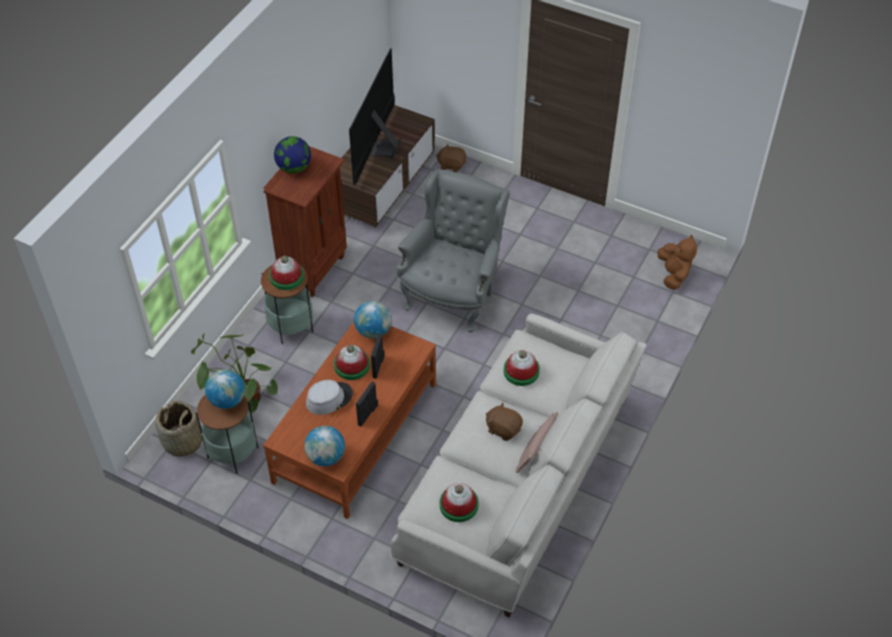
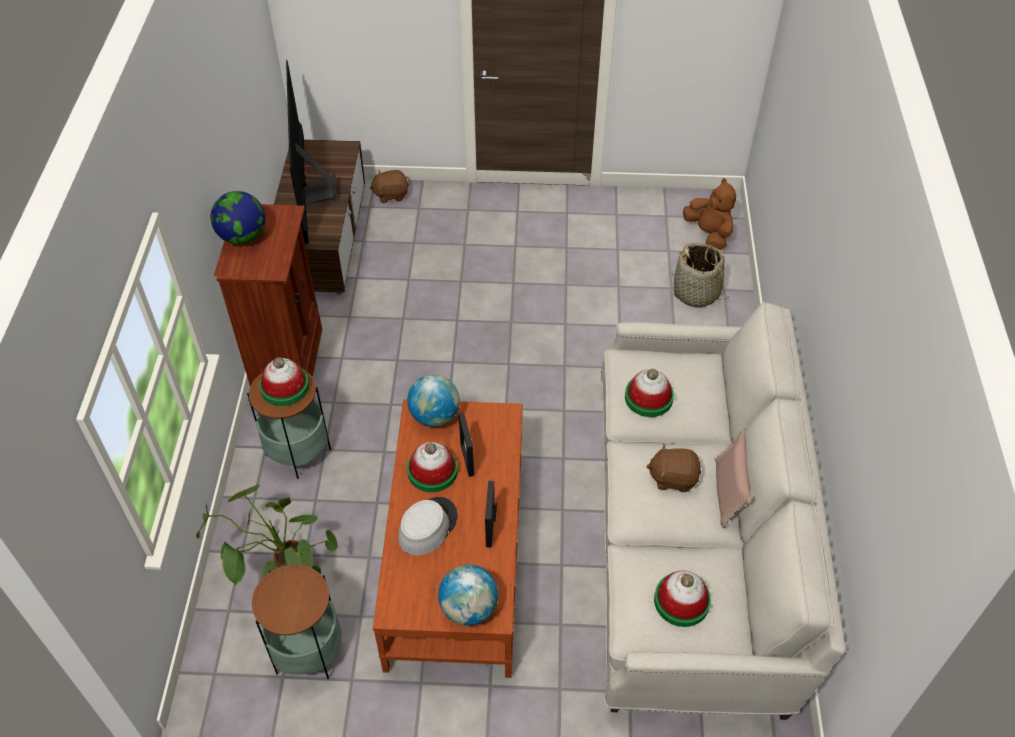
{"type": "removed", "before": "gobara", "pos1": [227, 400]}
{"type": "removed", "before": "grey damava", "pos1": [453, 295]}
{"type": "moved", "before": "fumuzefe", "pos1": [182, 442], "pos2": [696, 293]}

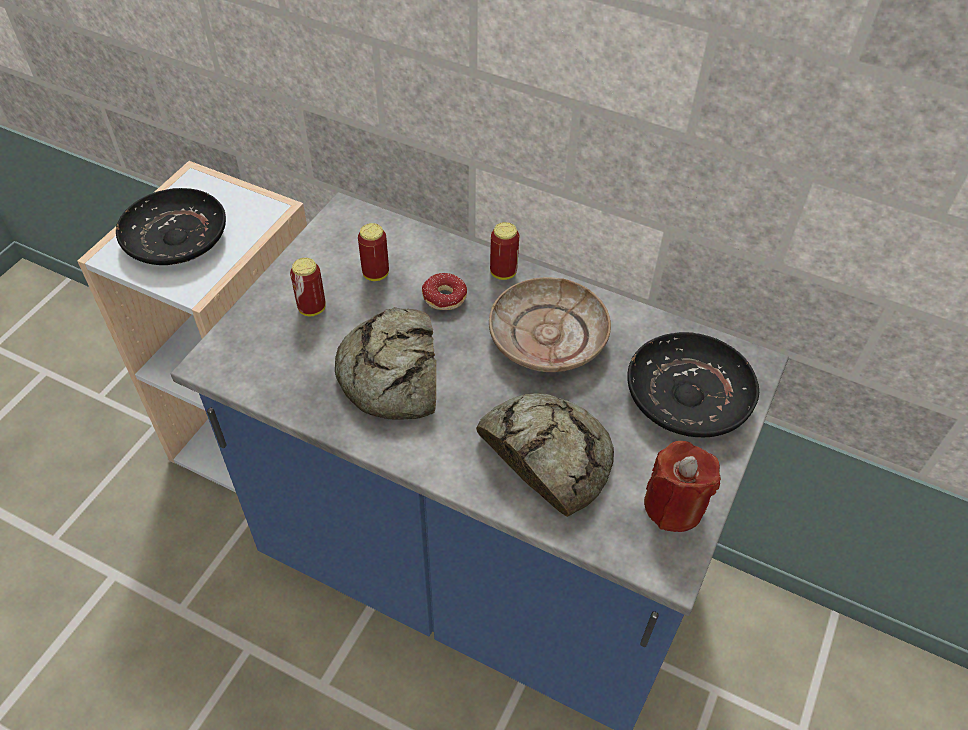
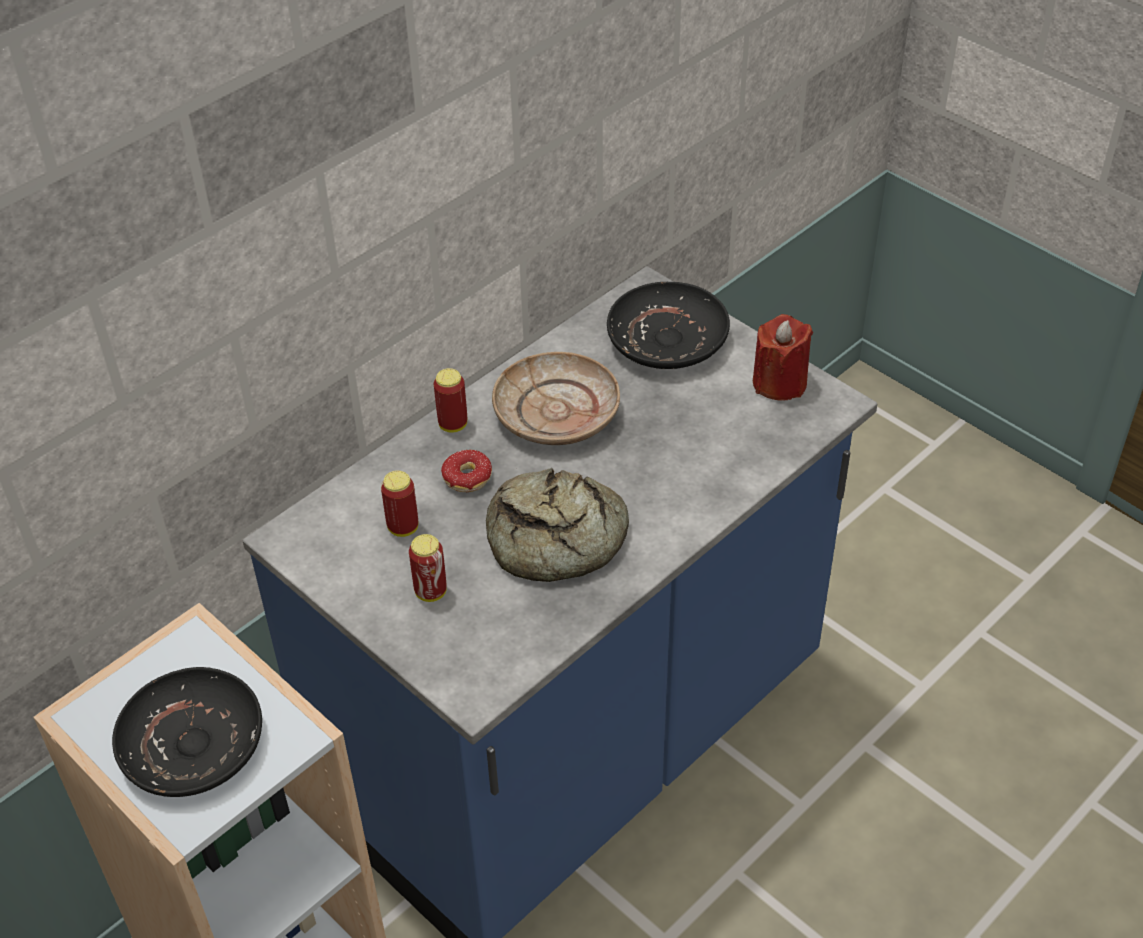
{"type": "removed", "before": "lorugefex", "pos1": [547, 455]}

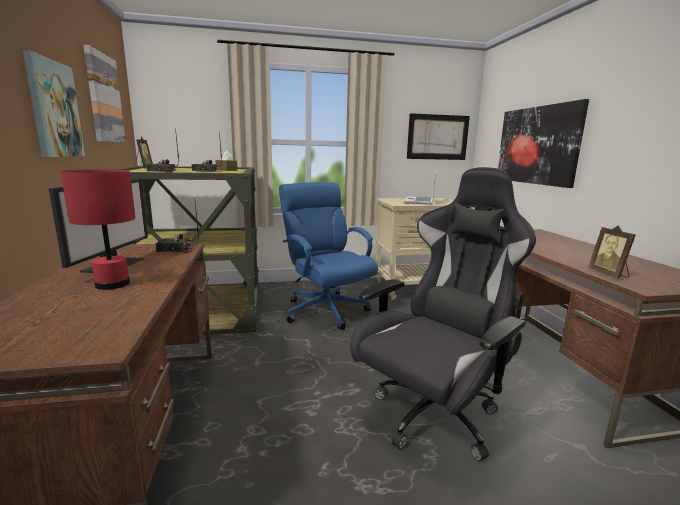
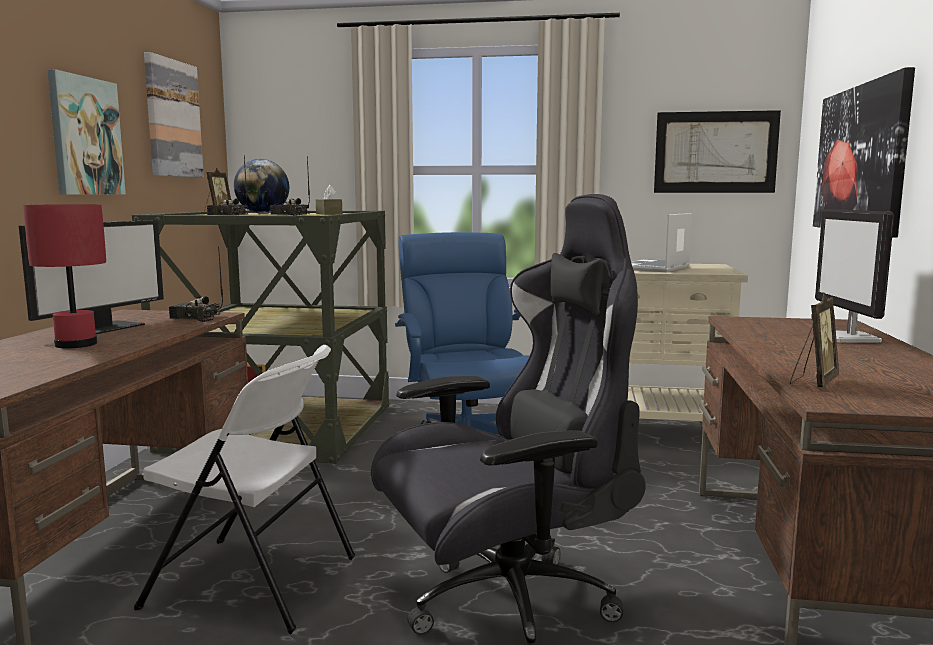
{"type": "added", "after": "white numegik", "pos2": [252, 582]}
{"type": "added", "after": "gobara", "pos2": [263, 213]}
{"type": "added", "after": "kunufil", "pos2": [849, 338]}
{"type": "turned", "before": "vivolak", "pos1": [609, 274], "pos2": [813, 382], "turn": -150}

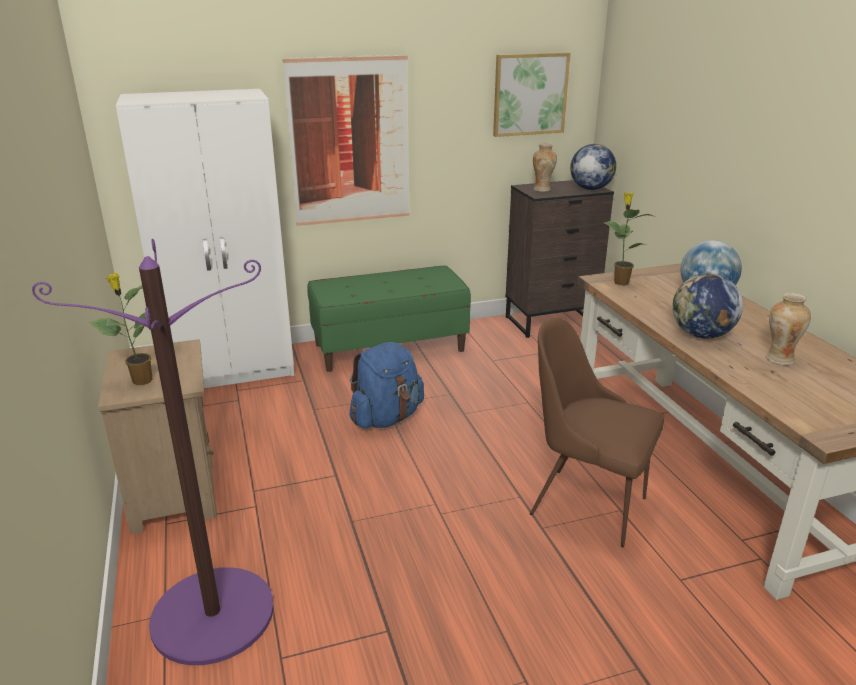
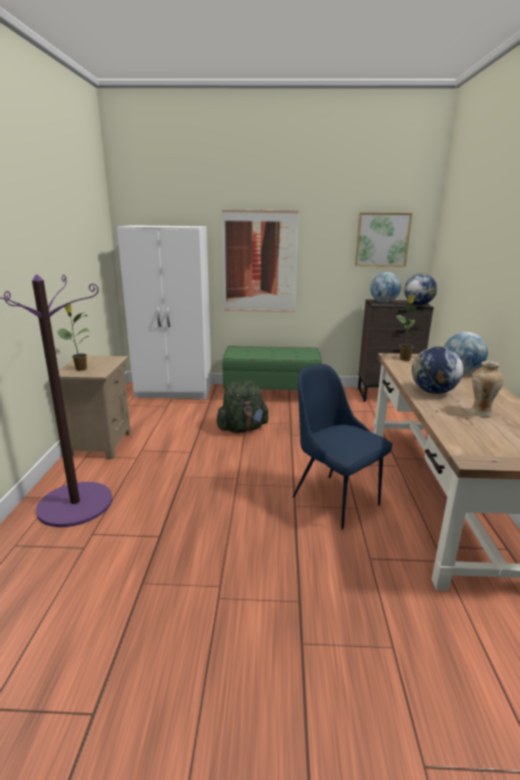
{"type": "replaced", "before": "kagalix", "after": "gobara", "pos1": [542, 189], "pos2": [383, 302]}
{"type": "recoloured", "before": "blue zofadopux", "after": "green zofadopux", "pos1": [387, 418], "pos2": [242, 429]}
{"type": "recoloured", "before": "brown numegik", "after": "blue numegik", "pos1": [587, 506], "pos2": [334, 501]}

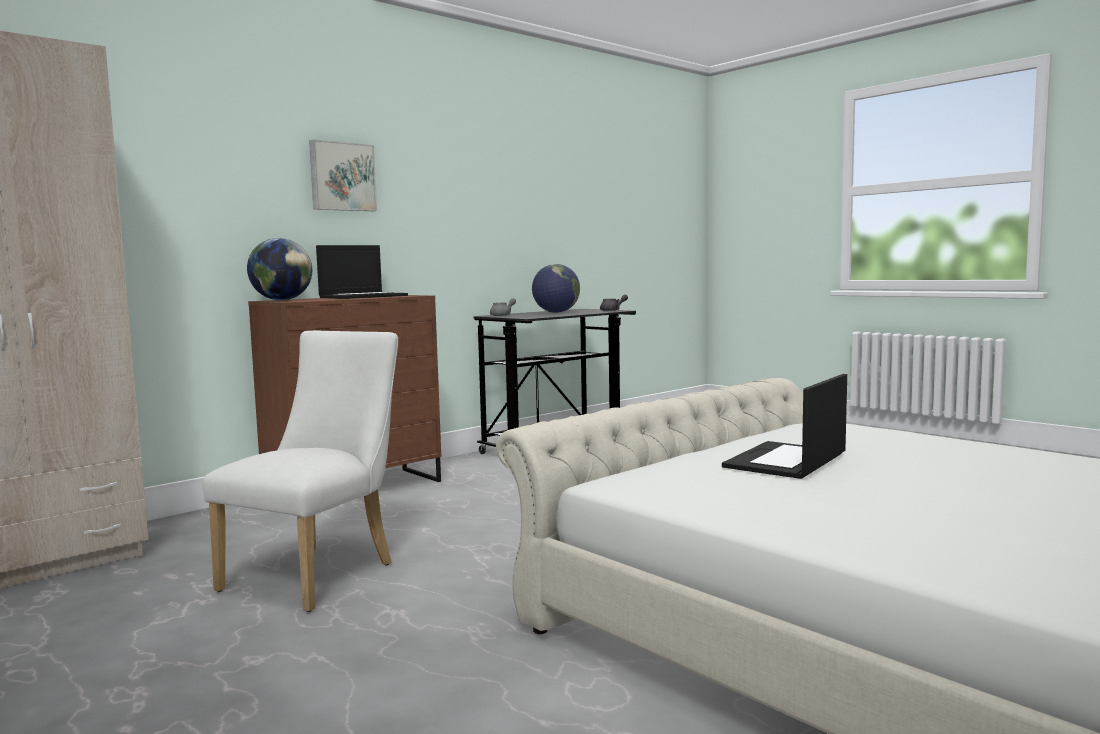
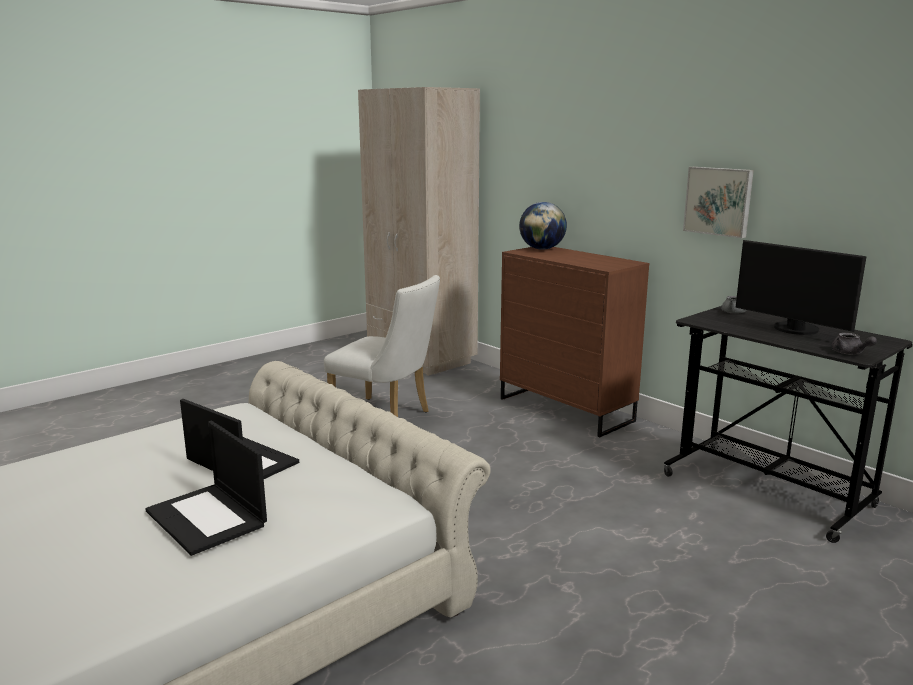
{"type": "moved", "before": "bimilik", "pos1": [342, 177], "pos2": [719, 201]}
{"type": "moved", "before": "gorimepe", "pos1": [363, 296], "pos2": [208, 518]}
{"type": "replaced", "before": "gobara", "after": "kunufil", "pos1": [556, 312], "pos2": [794, 330]}

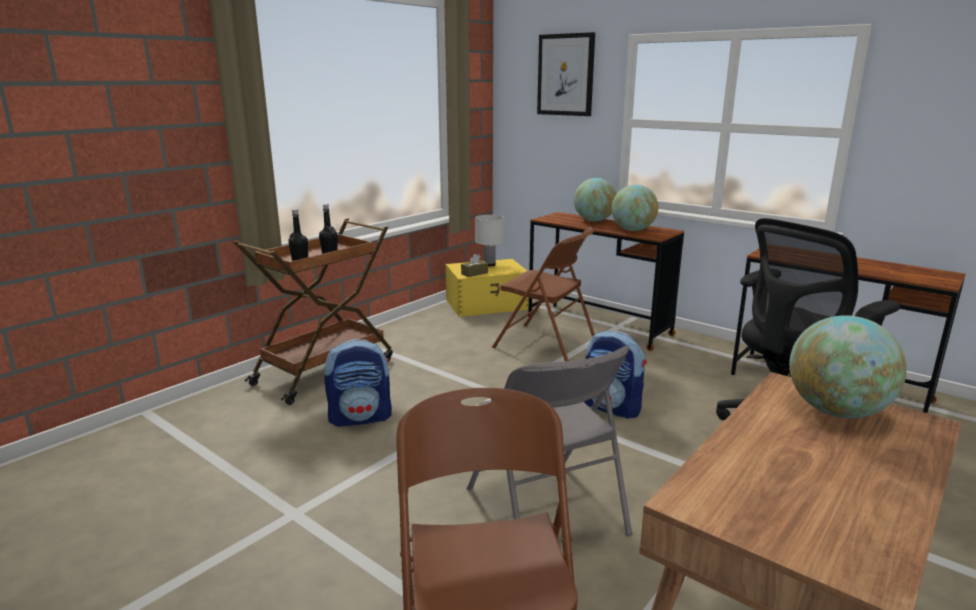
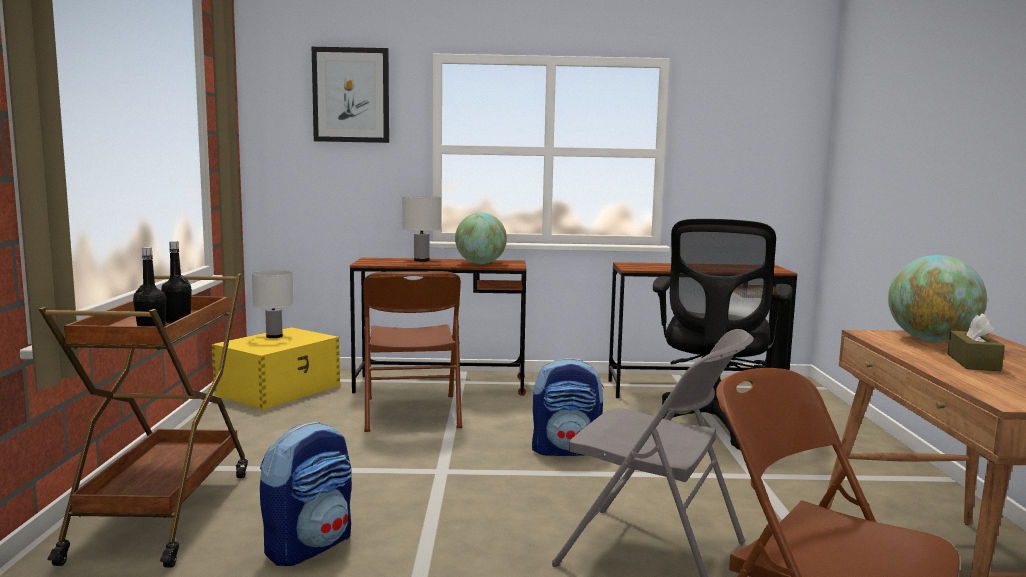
{"type": "moved", "before": "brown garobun", "pos1": [474, 273], "pos2": [973, 362]}
{"type": "replaced", "before": "gobara", "after": "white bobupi", "pos1": [594, 221], "pos2": [422, 260]}
{"type": "turned", "before": "brown numegik", "pos1": [544, 343], "pos2": [411, 413], "turn": 90}

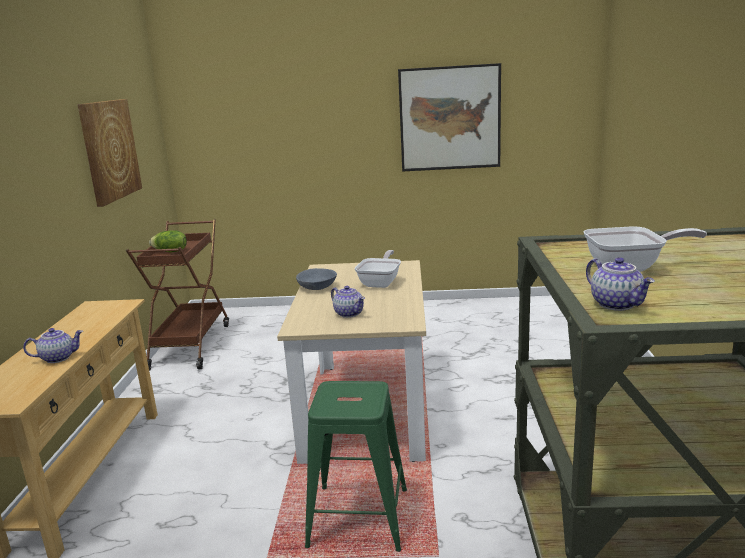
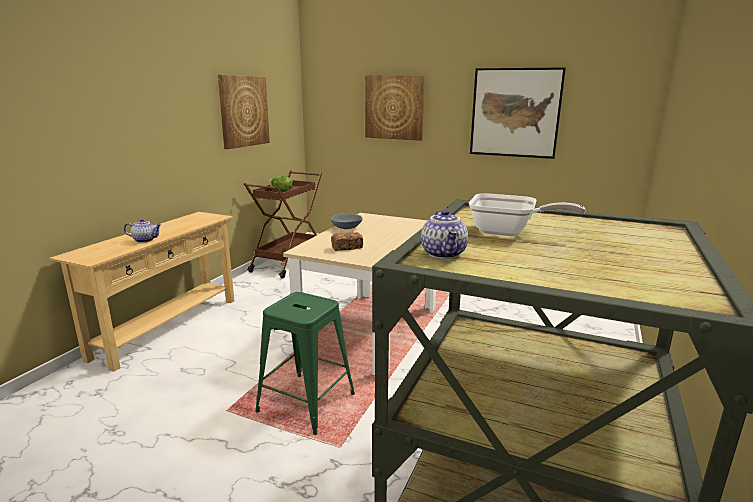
{"type": "removed", "before": "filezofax", "pos1": [381, 282]}
{"type": "added", "after": "bimilik", "pos2": [394, 107]}
{"type": "replaced", "before": "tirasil", "after": "lorugefex", "pos1": [349, 313], "pos2": [347, 248]}

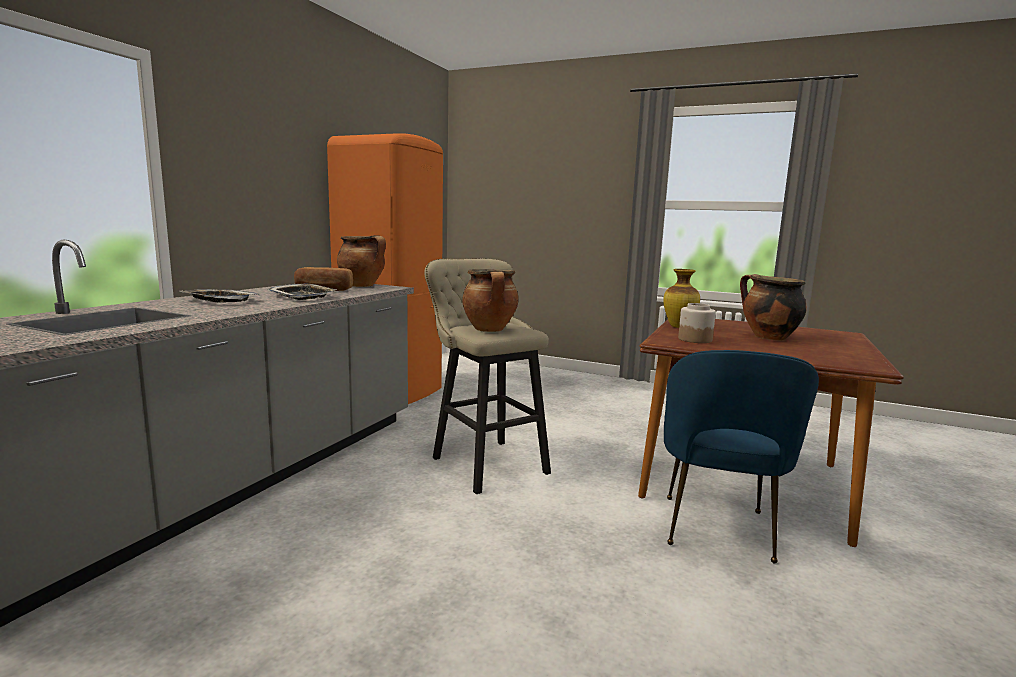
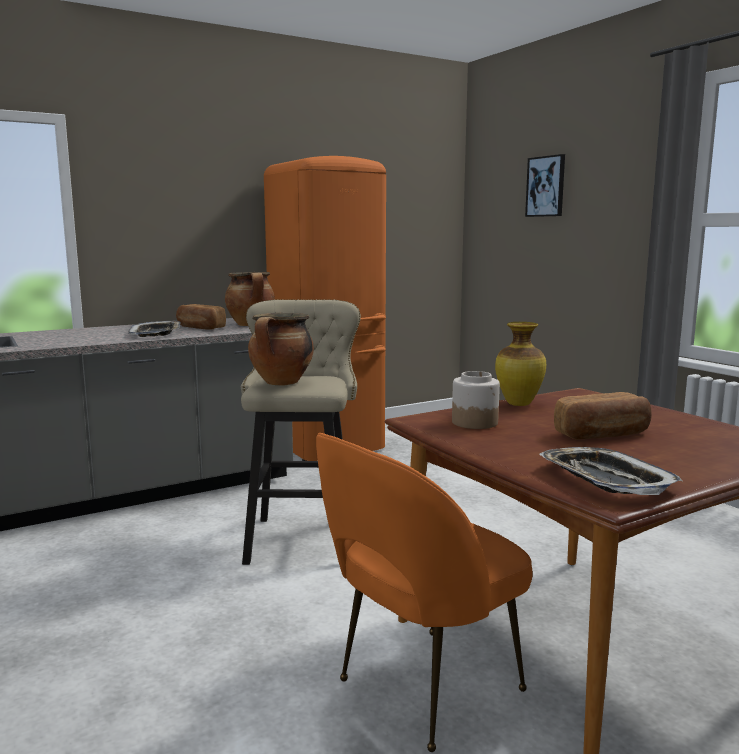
{"type": "added", "after": "bimilik", "pos2": [546, 186]}
{"type": "moved", "before": "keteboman", "pos1": [219, 300], "pos2": [605, 479]}
{"type": "replaced", "before": "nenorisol", "after": "lorugefex", "pos1": [767, 337], "pos2": [603, 434]}
{"type": "recoloured", "before": "blue numegik", "after": "orange numegik", "pos1": [716, 534], "pos2": [419, 691]}

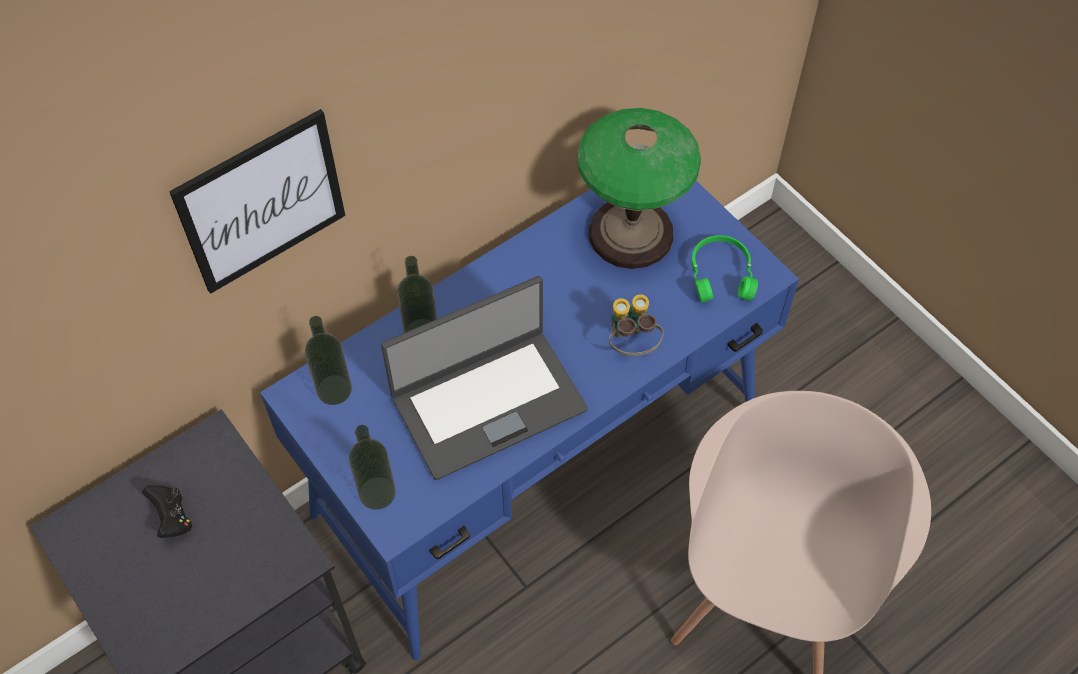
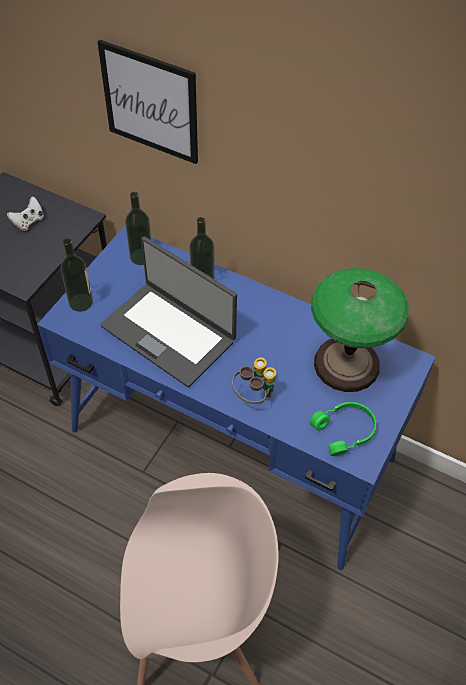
{"type": "recoloured", "before": "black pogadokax", "after": "white pogadokax", "pos1": [172, 518], "pos2": [28, 222]}

